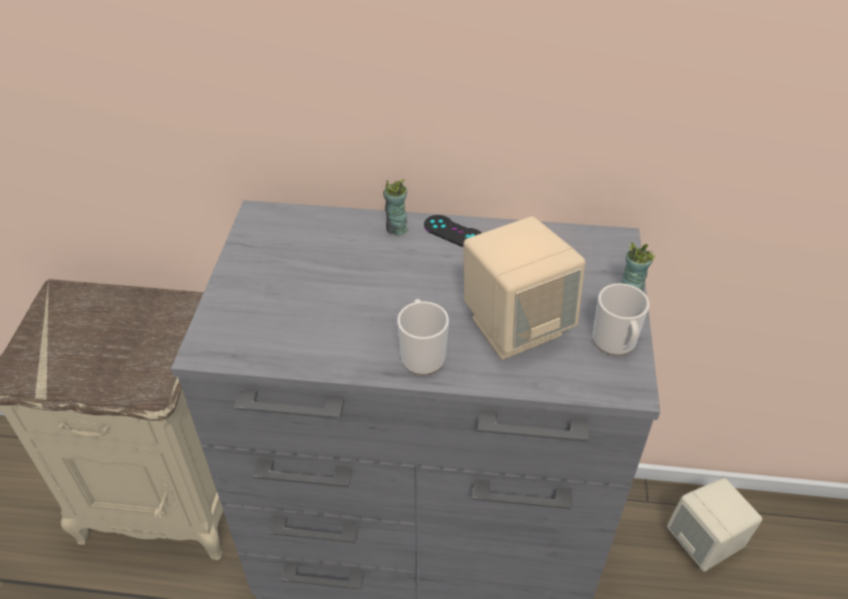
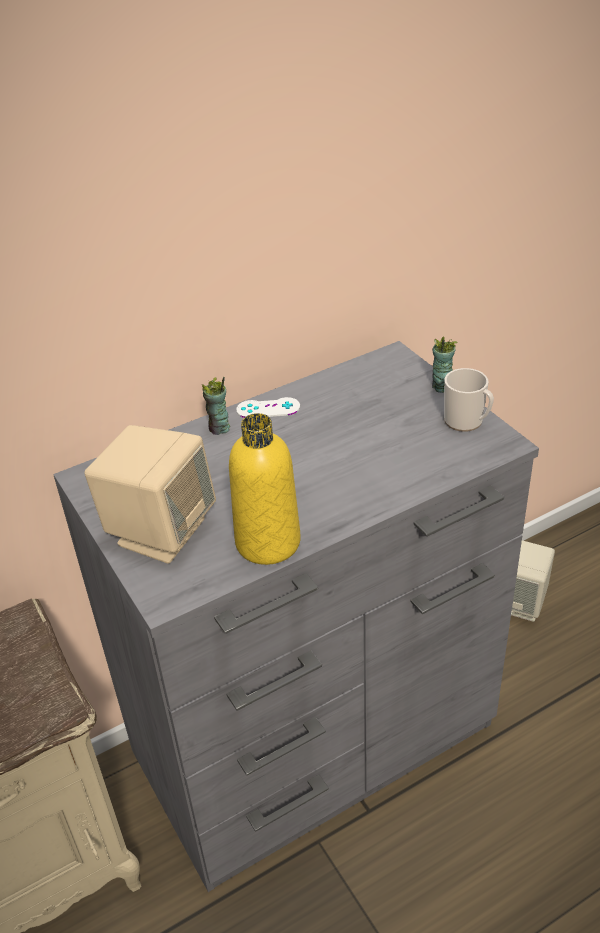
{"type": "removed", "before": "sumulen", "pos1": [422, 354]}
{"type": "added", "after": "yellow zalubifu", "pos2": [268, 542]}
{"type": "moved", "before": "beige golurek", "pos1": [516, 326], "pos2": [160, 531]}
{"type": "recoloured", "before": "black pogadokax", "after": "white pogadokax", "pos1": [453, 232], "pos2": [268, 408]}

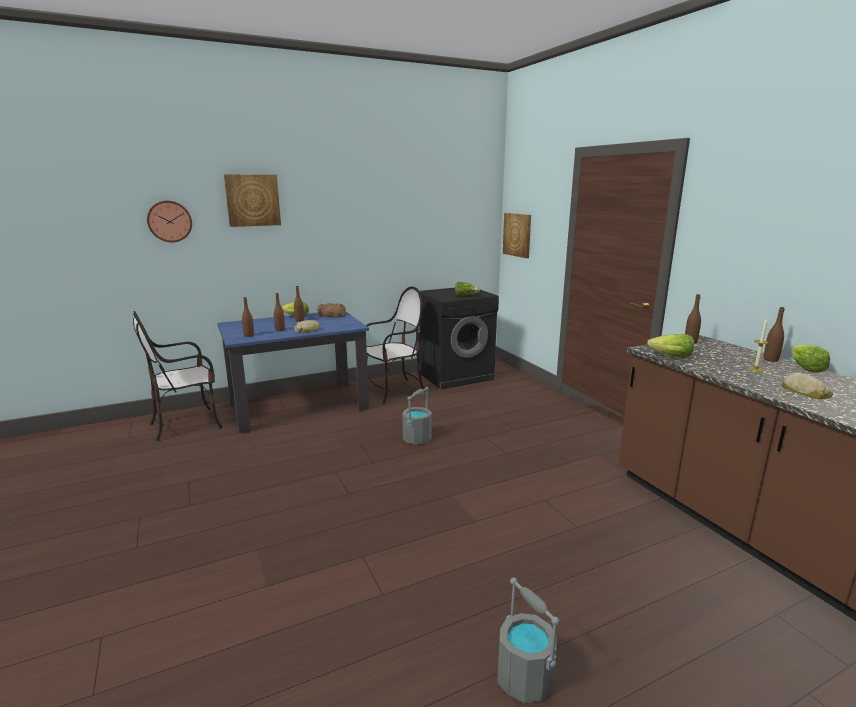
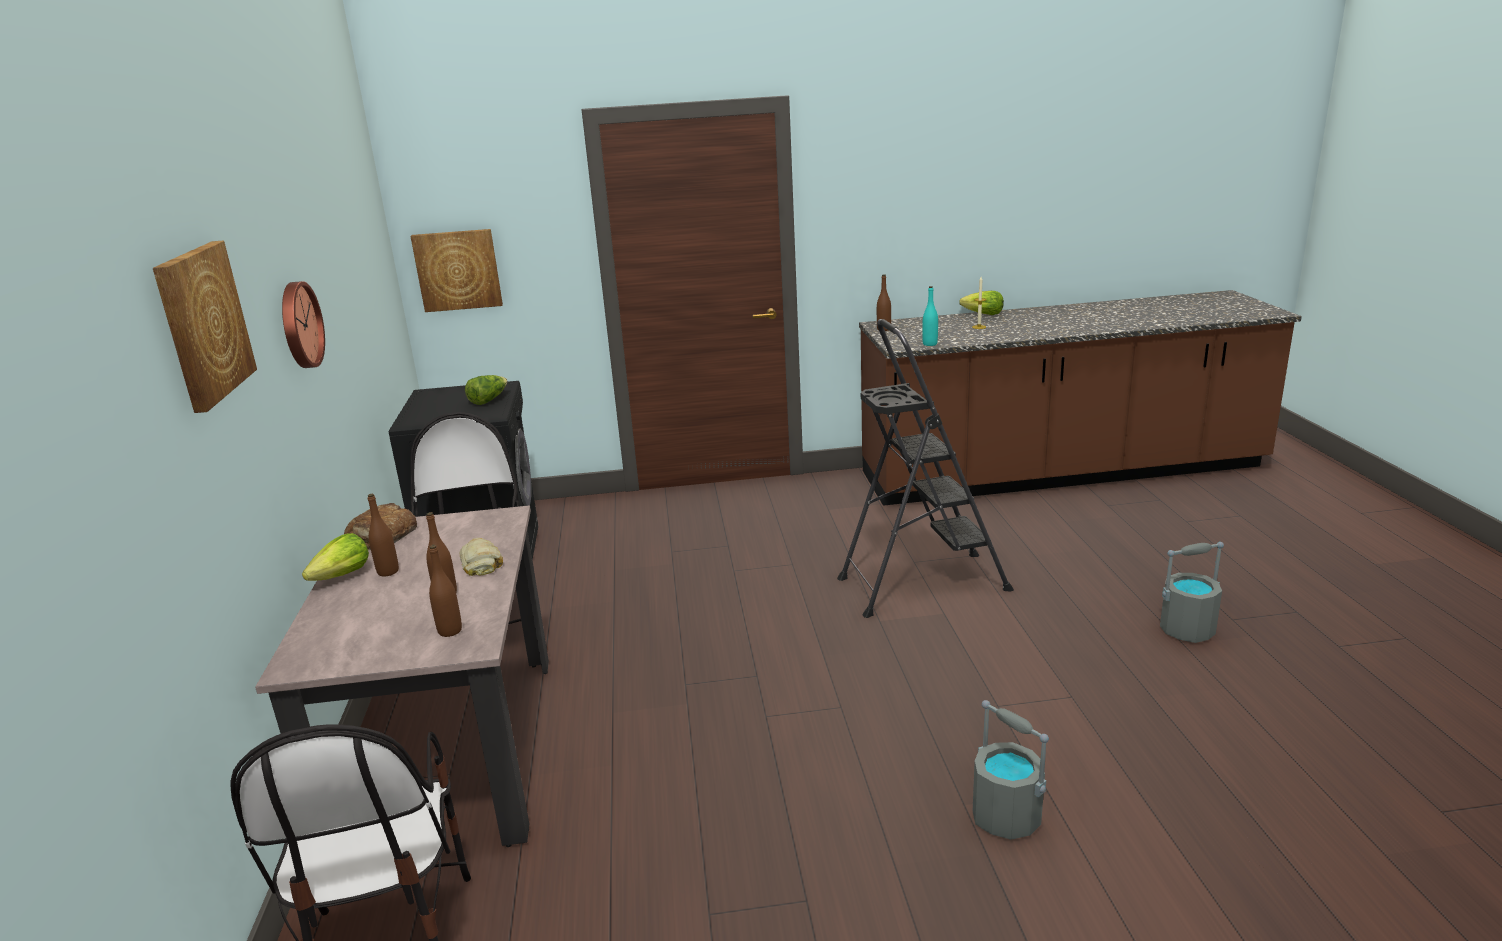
{"type": "removed", "before": "brown zalubifu", "pos1": [770, 359]}
{"type": "removed", "before": "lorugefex", "pos1": [804, 392]}
{"type": "added", "after": "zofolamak", "pos2": [921, 584]}
{"type": "moved", "before": "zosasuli", "pos1": [169, 221], "pos2": [298, 325]}
{"type": "moved", "before": "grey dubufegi", "pos1": [417, 439], "pos2": [1006, 817]}
{"type": "replaced", "before": "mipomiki", "after": "turquoise zalubifu", "pos1": [671, 356], "pos2": [930, 344]}
{"type": "recoloured", "before": "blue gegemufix", "after": "beige gegemufix", "pos1": [298, 406], "pos2": [451, 753]}

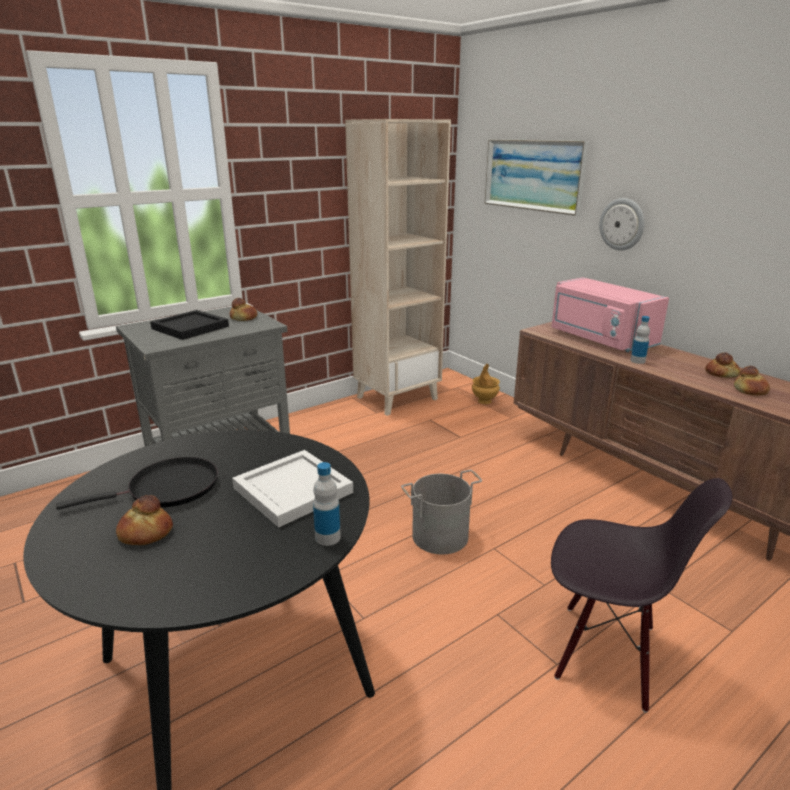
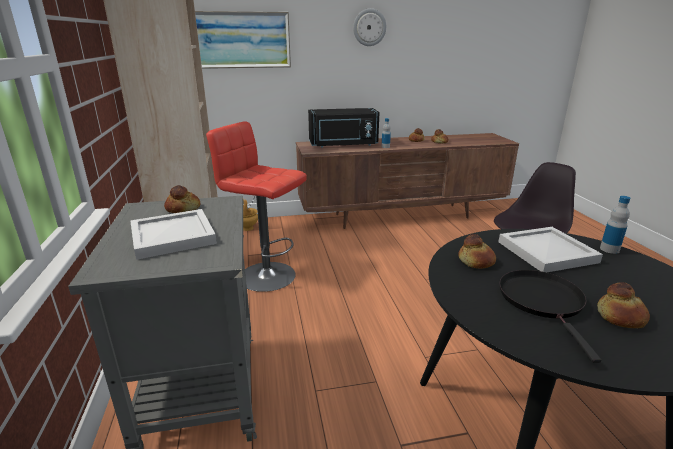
{"type": "removed", "before": "grey dubufegi", "pos1": [439, 535]}
{"type": "added", "after": "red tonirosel", "pos2": [267, 276]}
{"type": "added", "after": "lorugefex", "pos2": [476, 261]}
{"type": "moved", "before": "zosasuli", "pos1": [622, 224], "pos2": [369, 27]}
{"type": "recoloured", "before": "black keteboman", "after": "white keteboman", "pos1": [190, 327], "pos2": [171, 236]}
{"type": "recoloured", "before": "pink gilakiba", "after": "black gilakiba", "pos1": [599, 339], "pos2": [343, 145]}

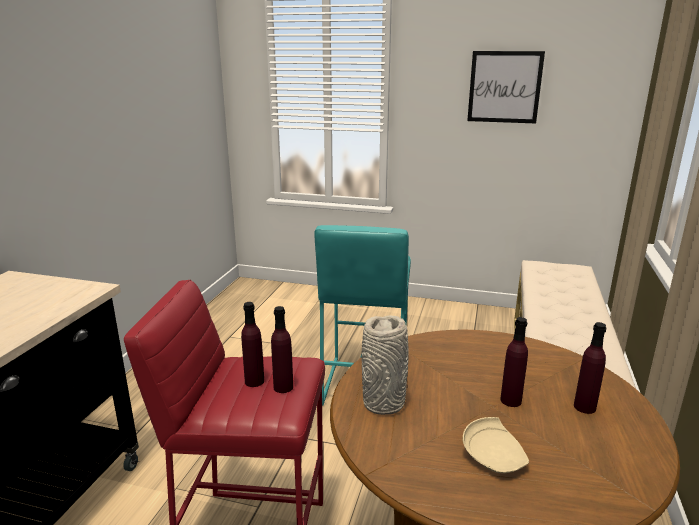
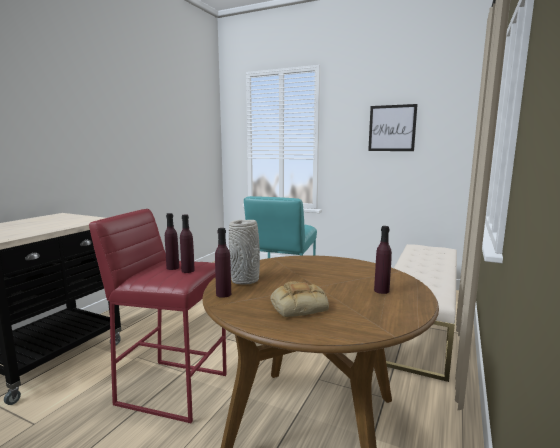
{"type": "moved", "before": "purple zalubifu", "pos1": [510, 400], "pos2": [223, 294]}
{"type": "replaced", "before": "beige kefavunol", "after": "lorugefex", "pos1": [494, 457], "pos2": [299, 306]}

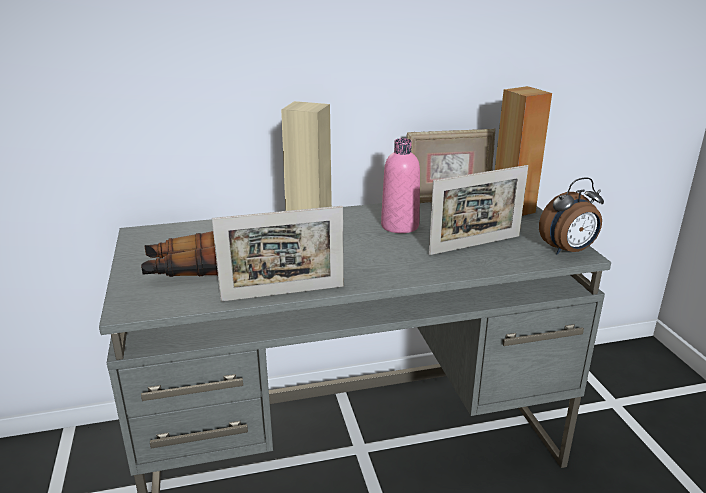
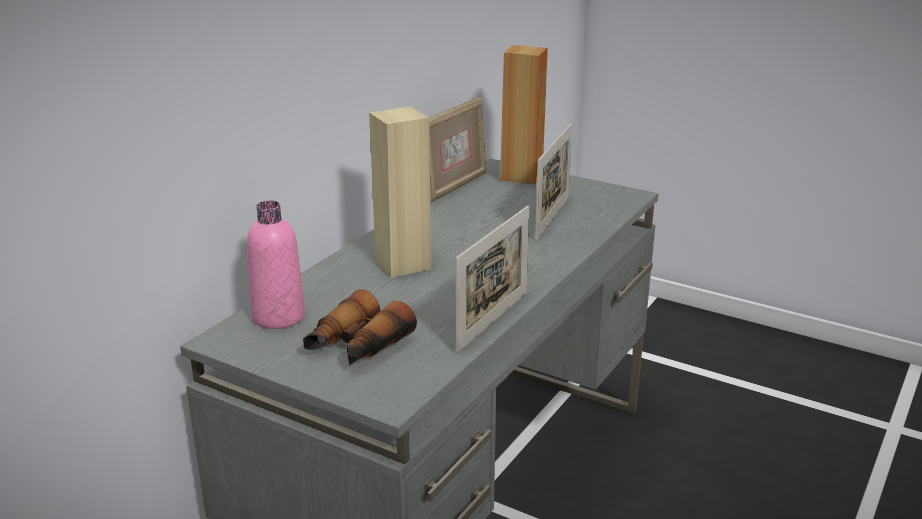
{"type": "removed", "before": "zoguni", "pos1": [568, 251]}
{"type": "moved", "before": "pink zalubifu", "pos1": [400, 226], "pos2": [278, 317]}

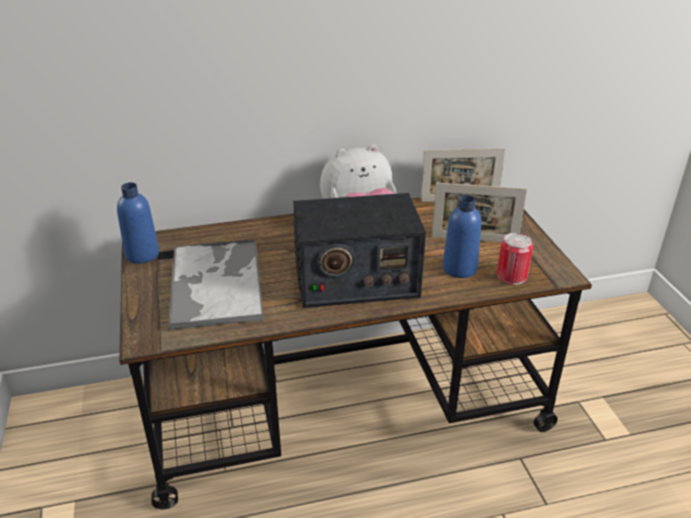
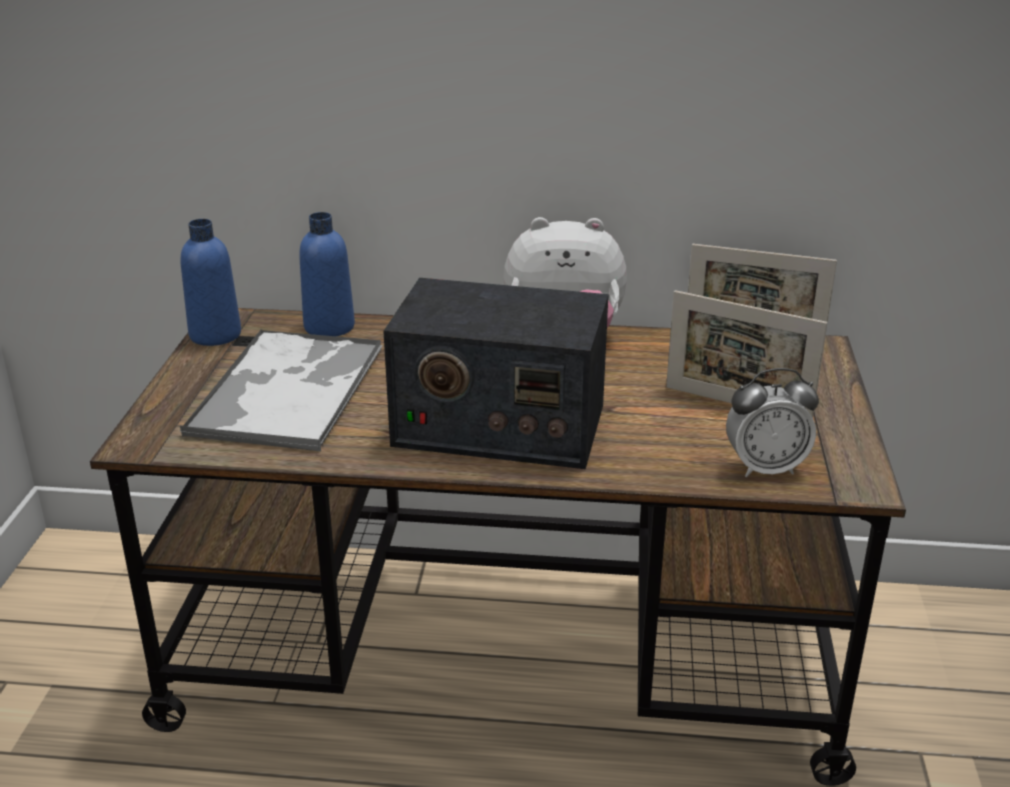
{"type": "moved", "before": "blue zalubifu", "pos1": [459, 268], "pos2": [329, 327]}
{"type": "replaced", "before": "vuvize", "after": "zoguni", "pos1": [511, 276], "pos2": [765, 468]}

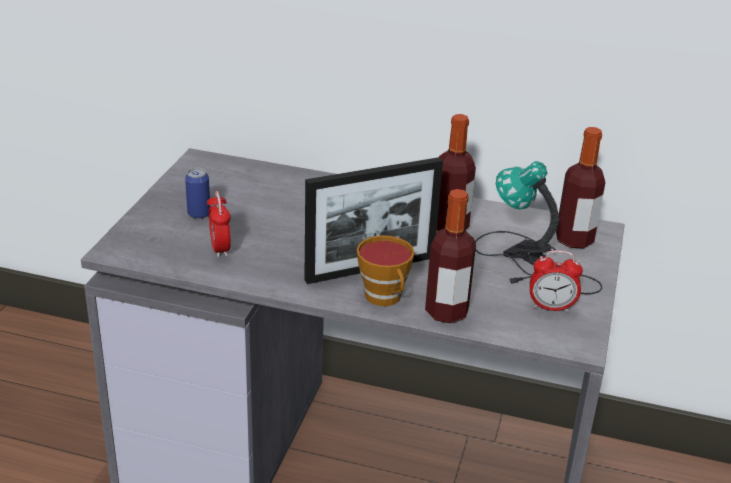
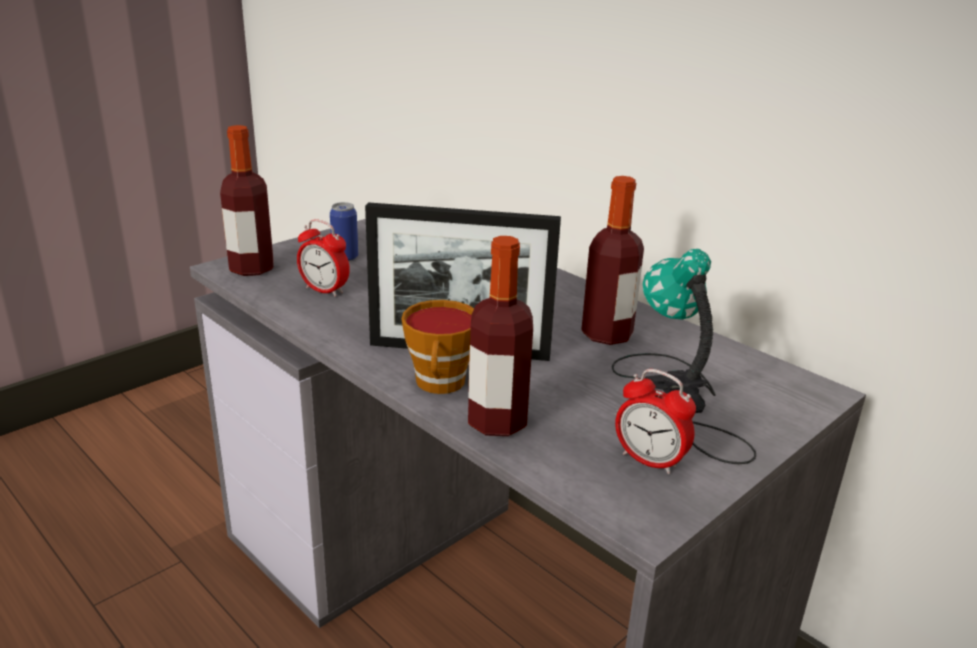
{"type": "moved", "before": "zalubifu", "pos1": [574, 240], "pos2": [252, 268]}
{"type": "turned", "before": "zoguni", "pos1": [220, 249], "pos2": [324, 290], "turn": -75}

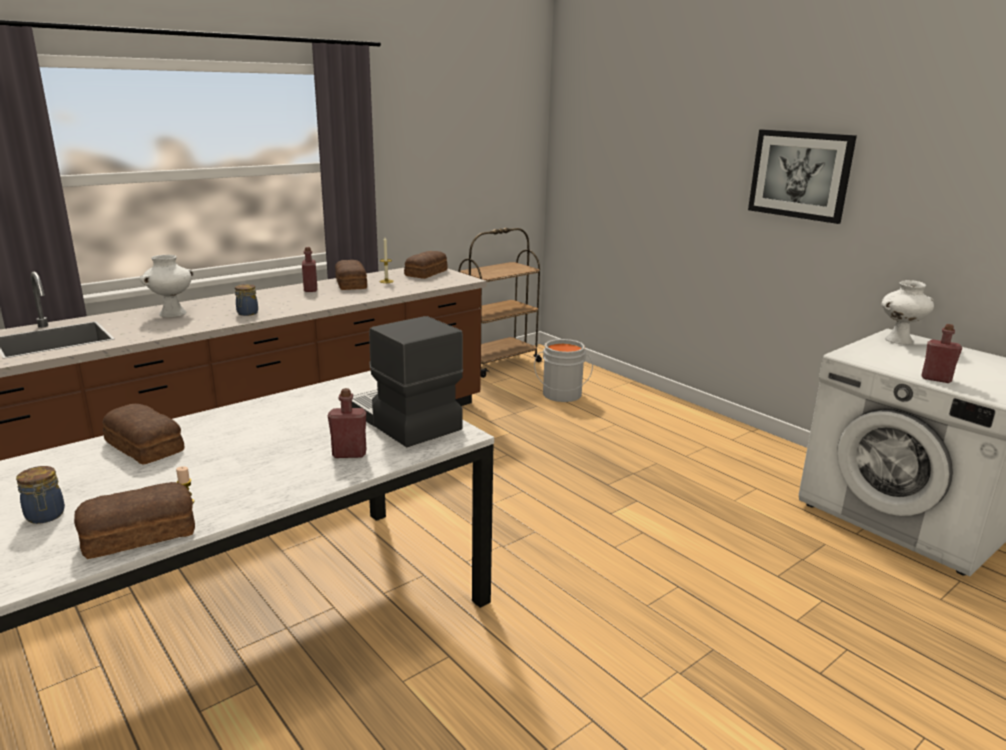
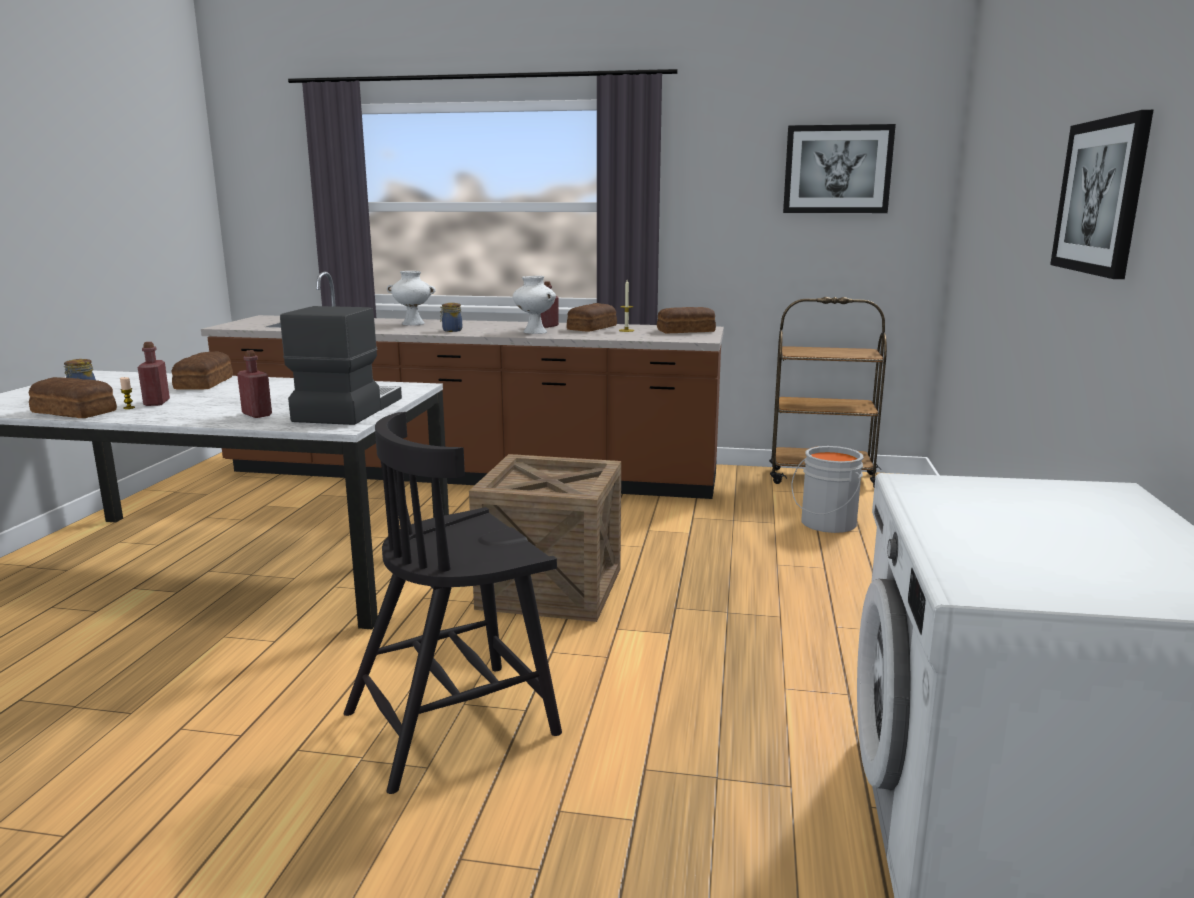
{"type": "added", "after": "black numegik", "pos2": [456, 721]}
{"type": "added", "after": "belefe", "pos2": [551, 588]}
{"type": "added", "after": "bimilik", "pos2": [837, 169]}
{"type": "moved", "before": "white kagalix", "pos1": [899, 340], "pos2": [534, 332]}
{"type": "moved", "before": "red zalubifu", "pos1": [936, 379], "pos2": [157, 403]}

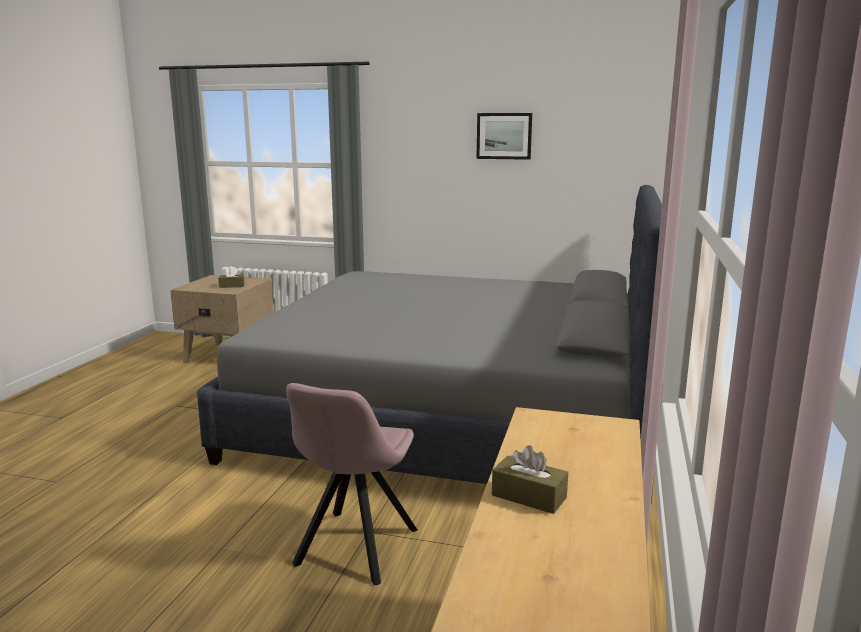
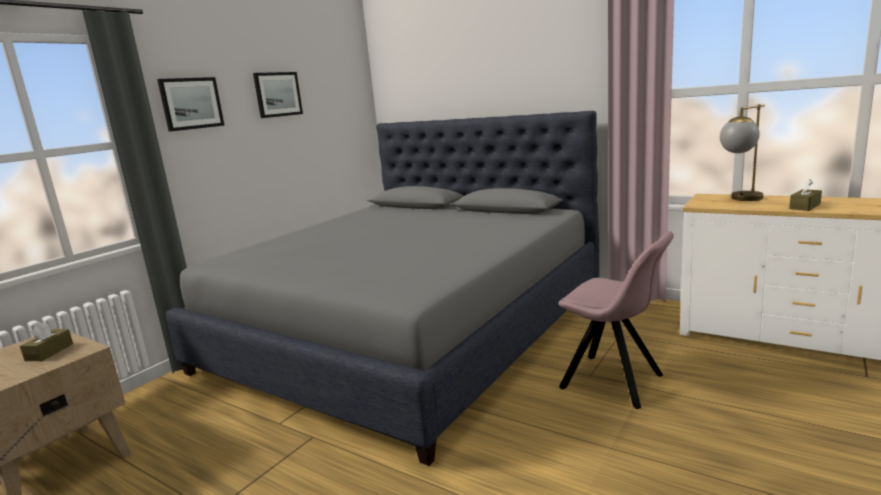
{"type": "added", "after": "bimilik", "pos2": [191, 103]}
{"type": "added", "after": "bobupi", "pos2": [740, 200]}

